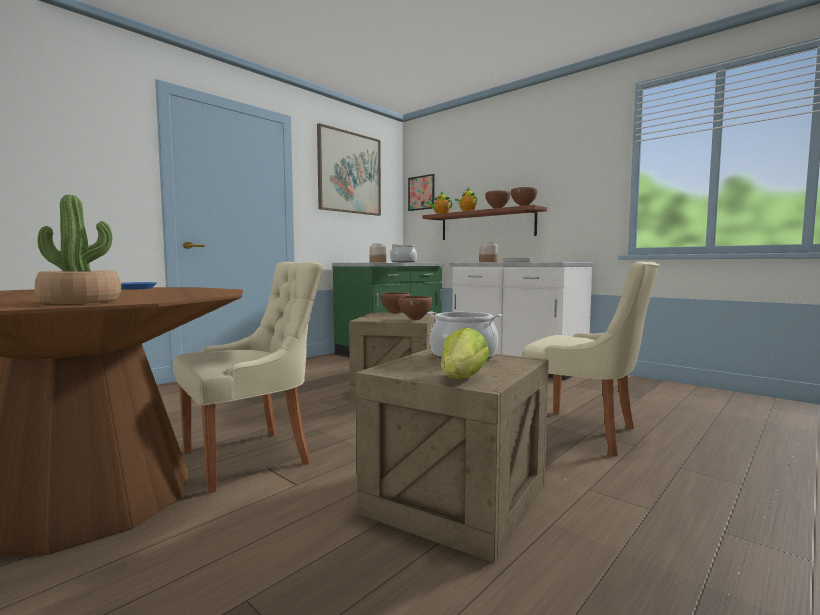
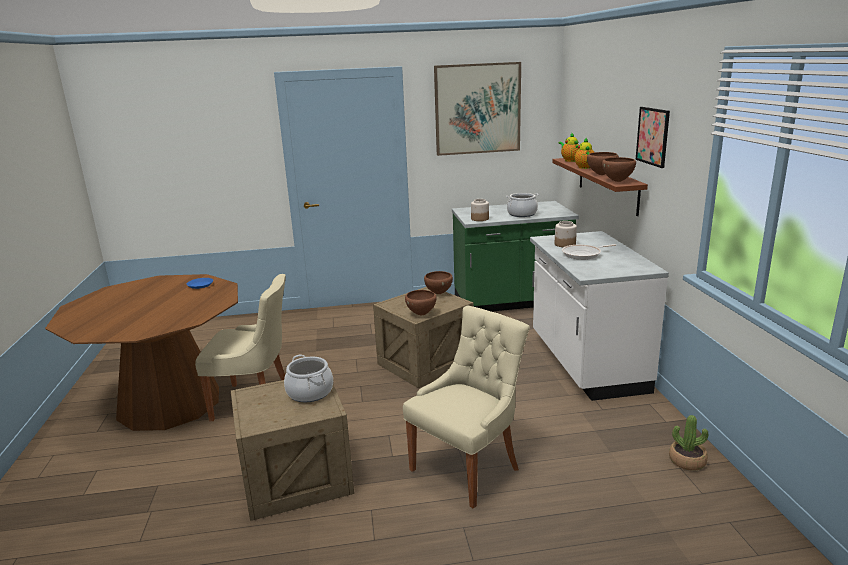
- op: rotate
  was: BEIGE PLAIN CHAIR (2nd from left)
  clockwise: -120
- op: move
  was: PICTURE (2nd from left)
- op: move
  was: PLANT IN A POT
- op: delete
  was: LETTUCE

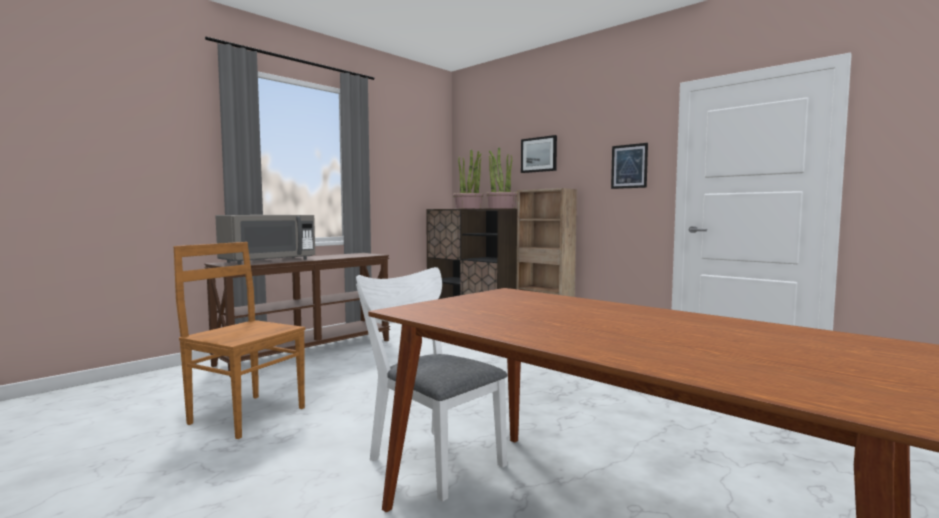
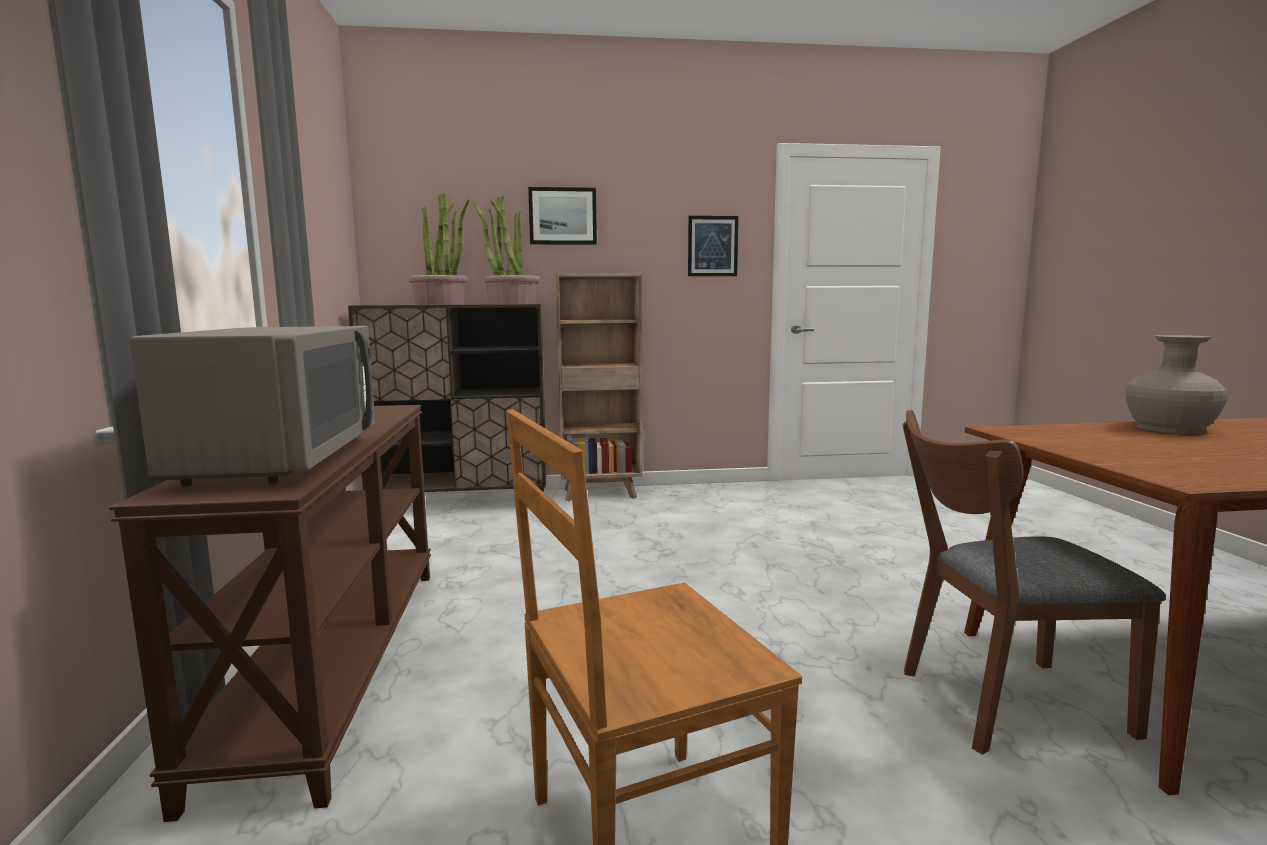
- op: recolor
  was: WHITE-COLOURED PLAIN CHAIR
  now: BROWNISH PLAIN CHAIR (2nd from left)
- op: insert
  now: BEIGE FLOWER VASE

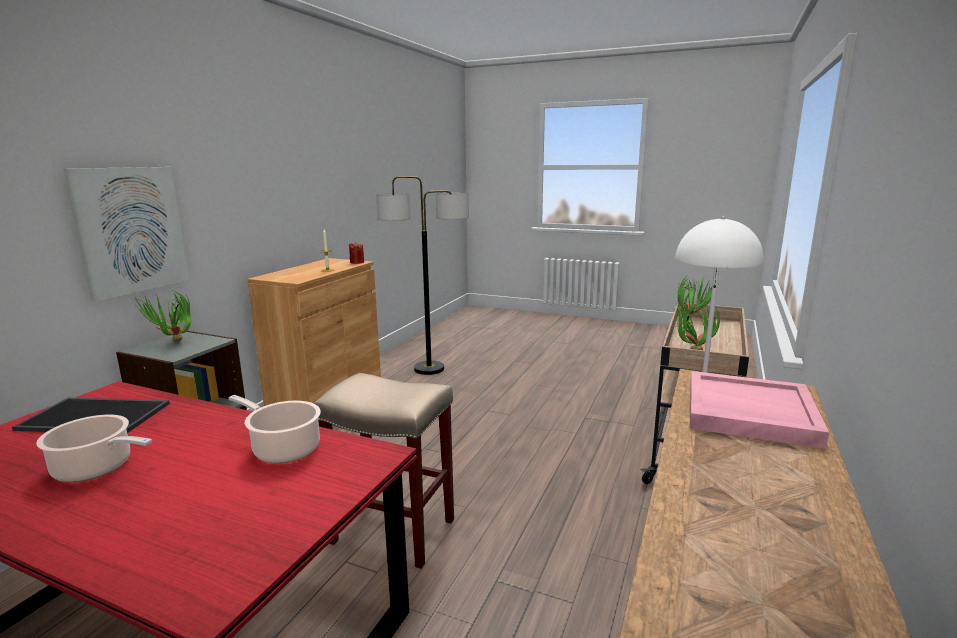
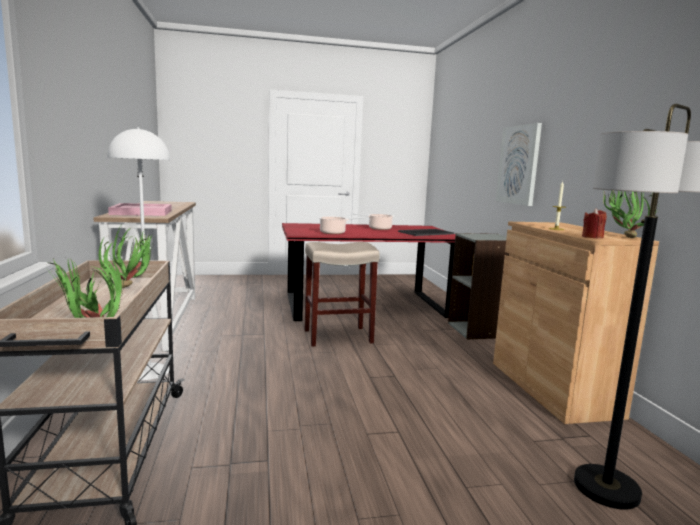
- op: move
  was: PLANT IN A POT (1st from left in the first image)
  now: PLANT IN A POT (3rd from left)

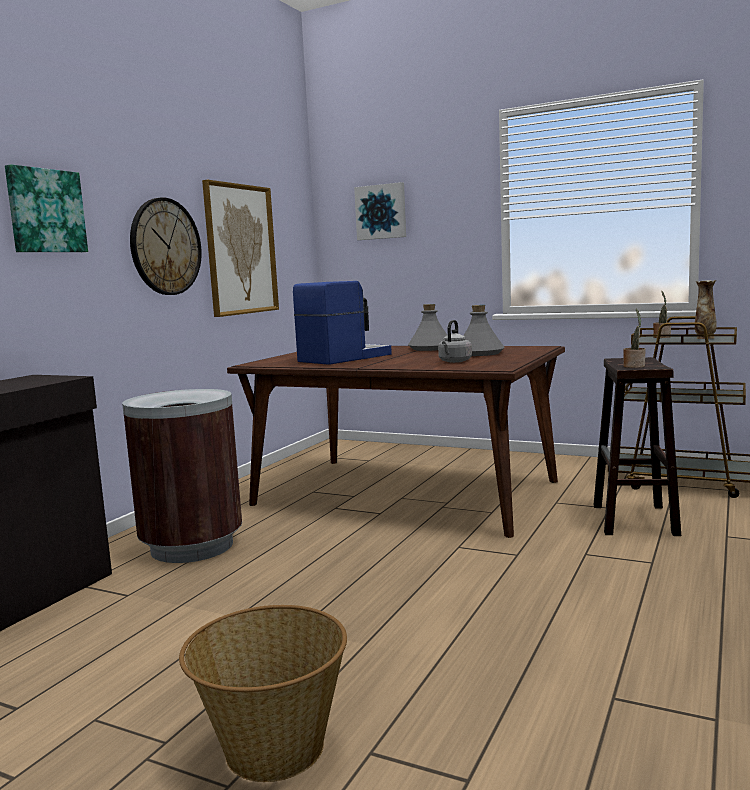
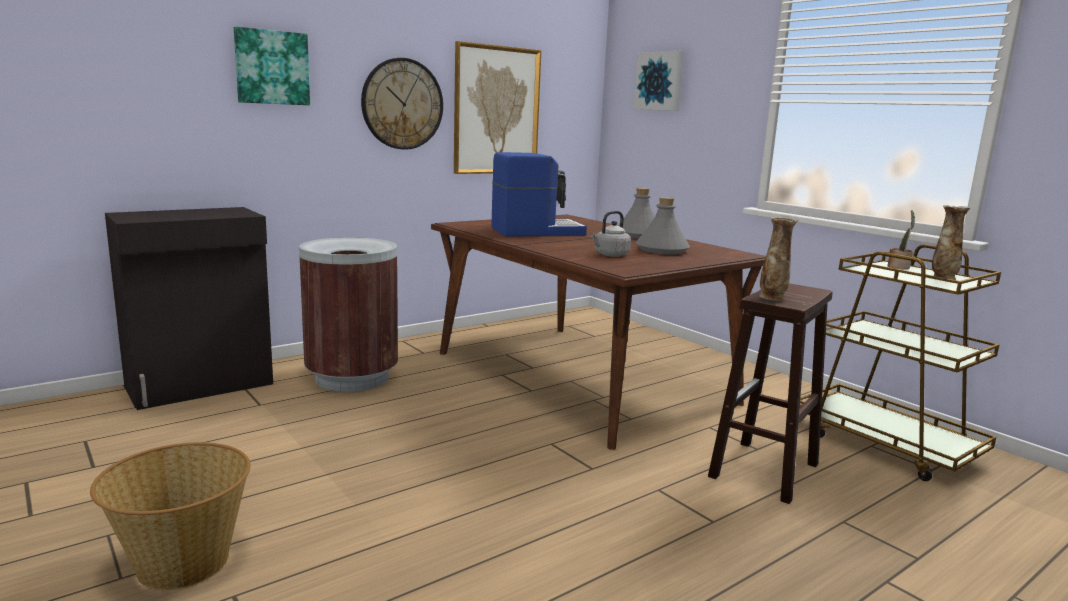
- op: replace
  was: PLANT IN A POT (1st from left)
  now: FLOWER VASE (1st from left)

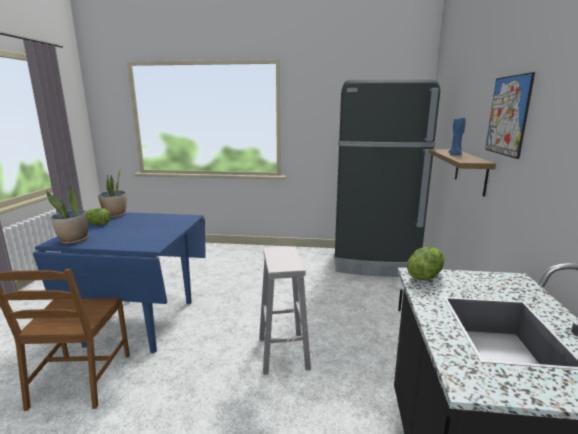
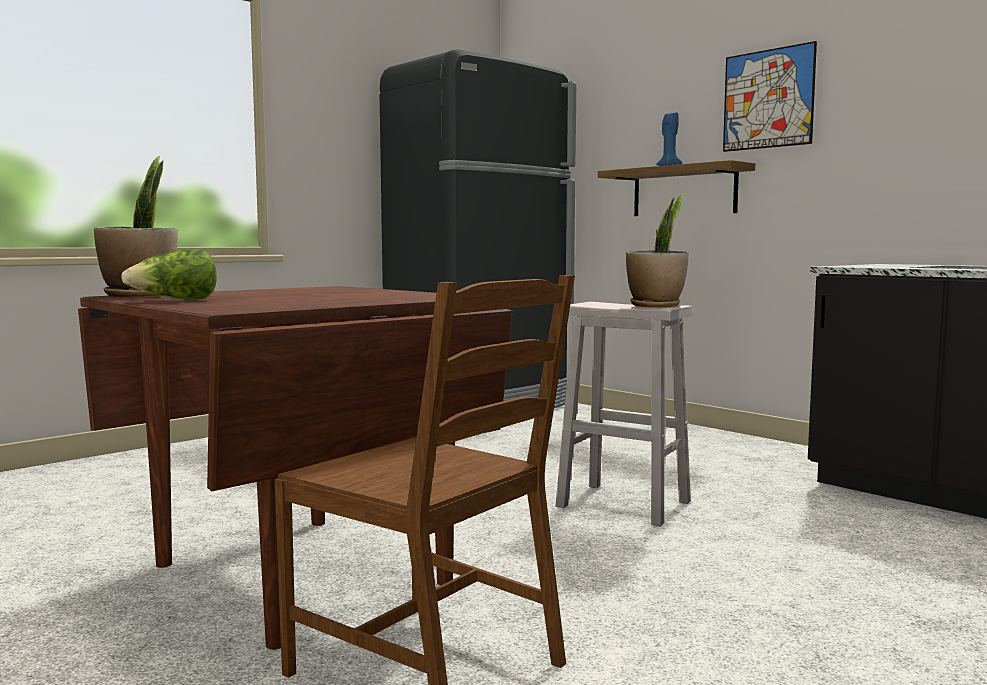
- op: recolor
  was: BLUE-COLOURED KITCHEN TABLE
  now: BROWNISH KITCHEN TABLE
- op: move
  was: PLANT IN A POT (1st from left in the first image)
  now: PLANT IN A POT (2nd from left)
- op: delete
  was: LETTUCE (2nd from left)

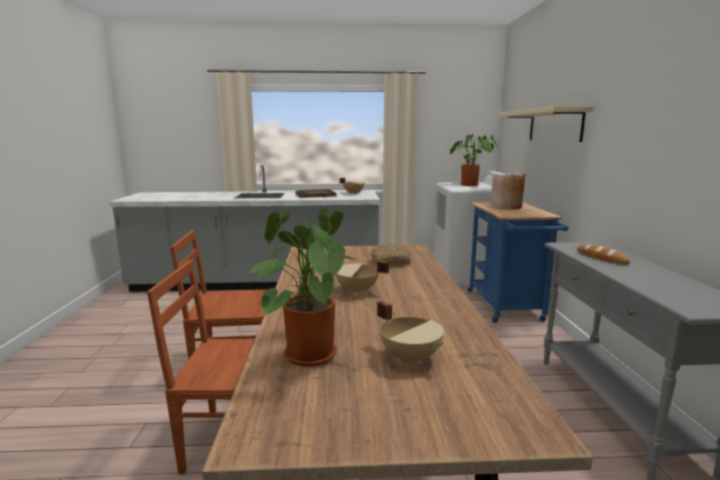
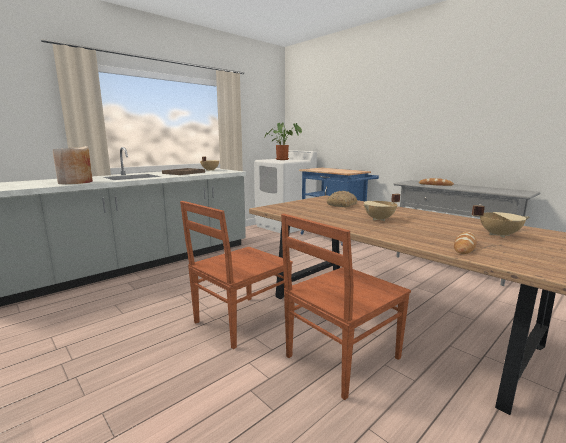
- op: move
  was: BEIGE FLOWER VASE
- op: replace
  was: PLANT IN A POT (1st from left)
  now: BREAD (3rd from left)
- op: delete
  was: BEIGE BRACKET SHELF

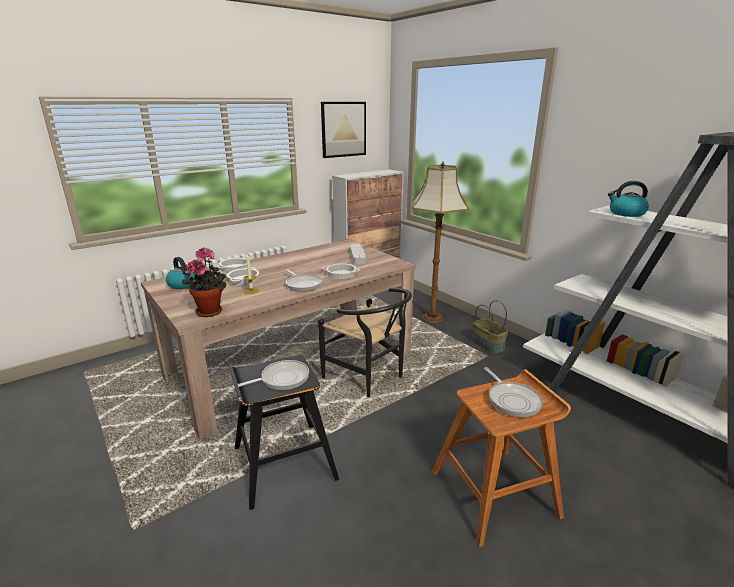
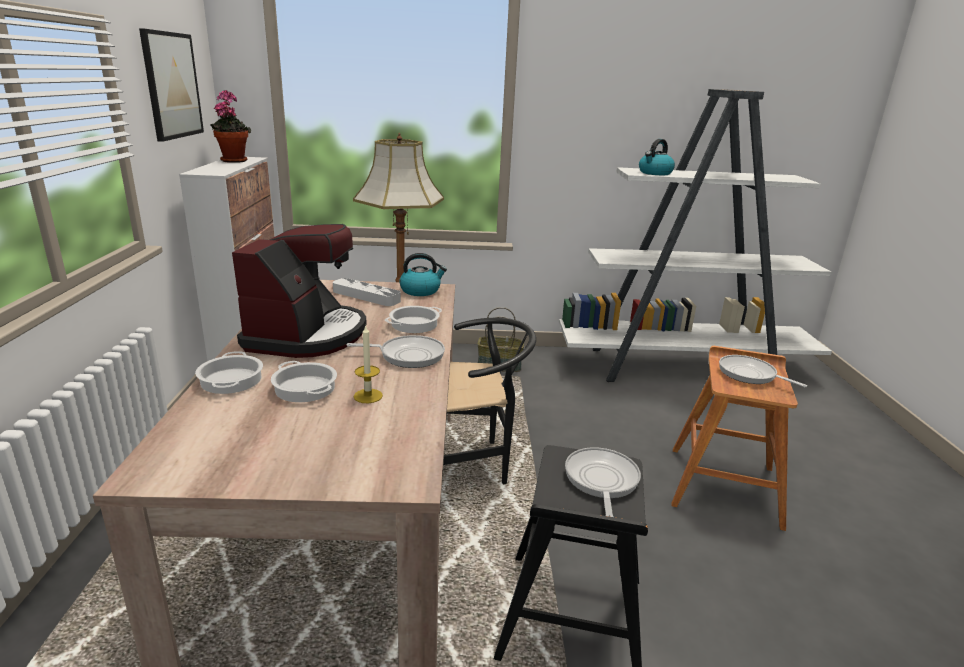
- op: move
  was: PLANT IN A POT
- op: insert
  now: COFFEE MAKER
- op: move
  was: WATER KETTLE (1st from left)
- op: rotate
  was: FRYING PAN (3rd from left)
  clockwise: -150

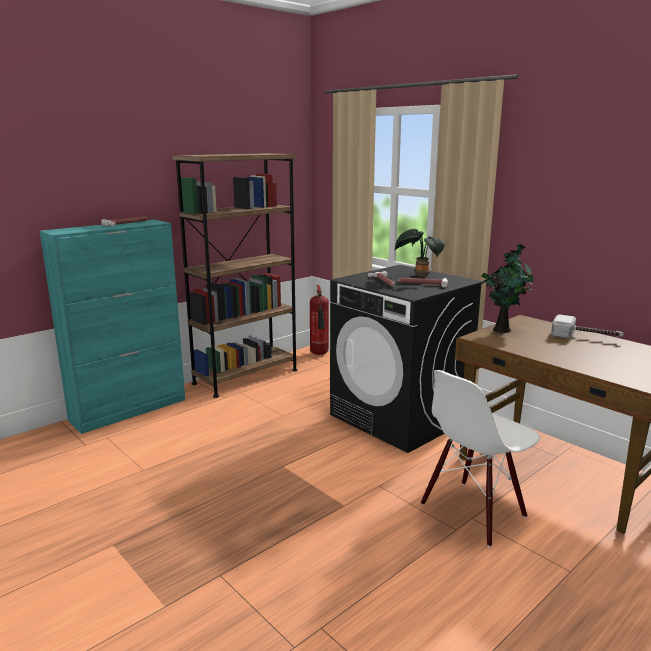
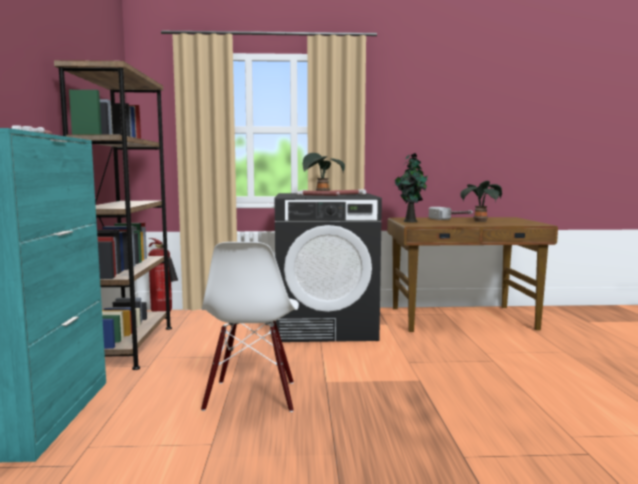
- op: move
  was: WHITE-COLOURED PLAIN CHAIR
- op: insert
  now: PLANT IN A POT (3rd from left)

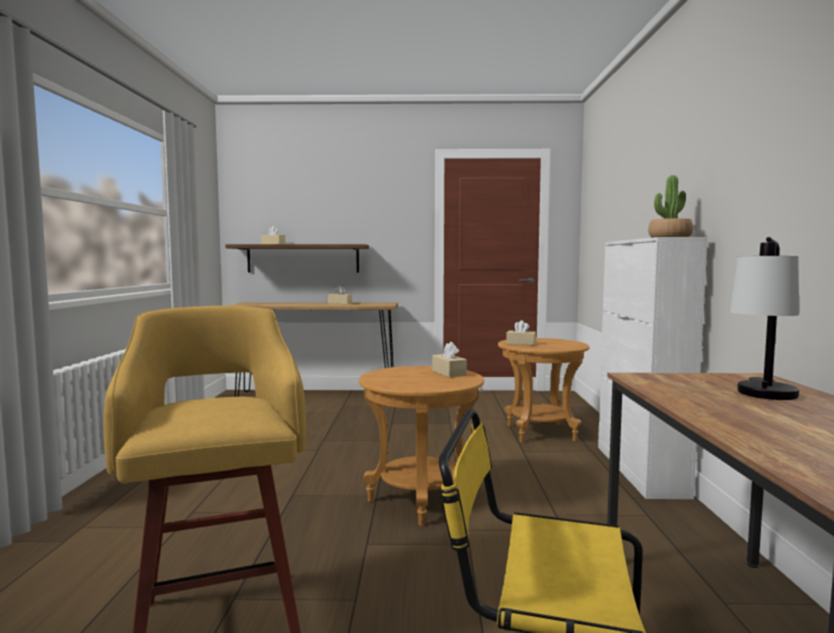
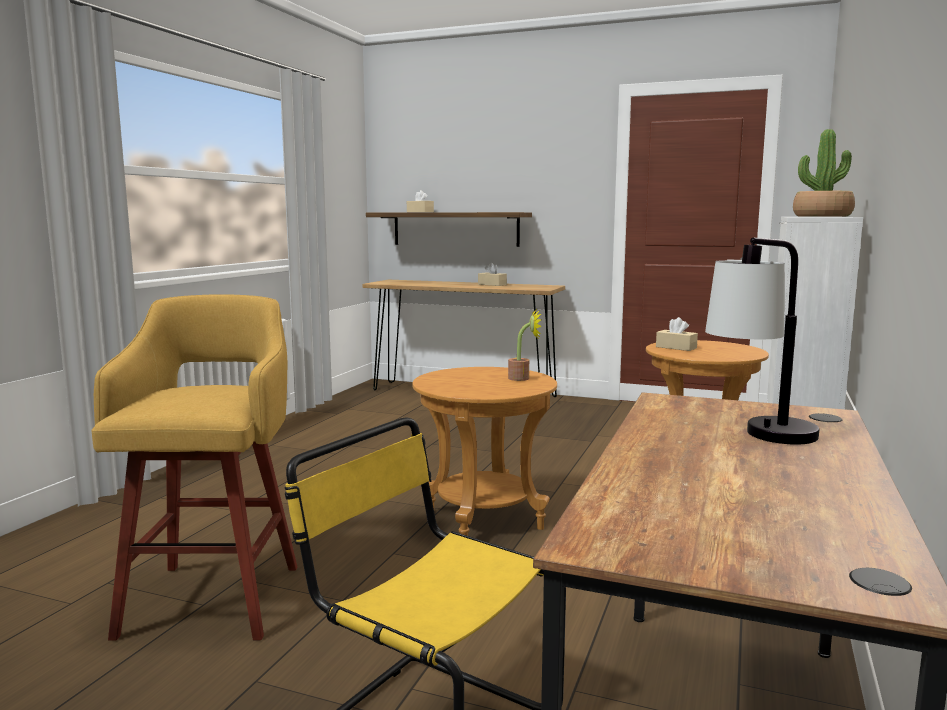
- op: replace
  was: BEIGE TISSUE HOLDER (3rd from left)
  now: PLANT IN A POT (1st from left)

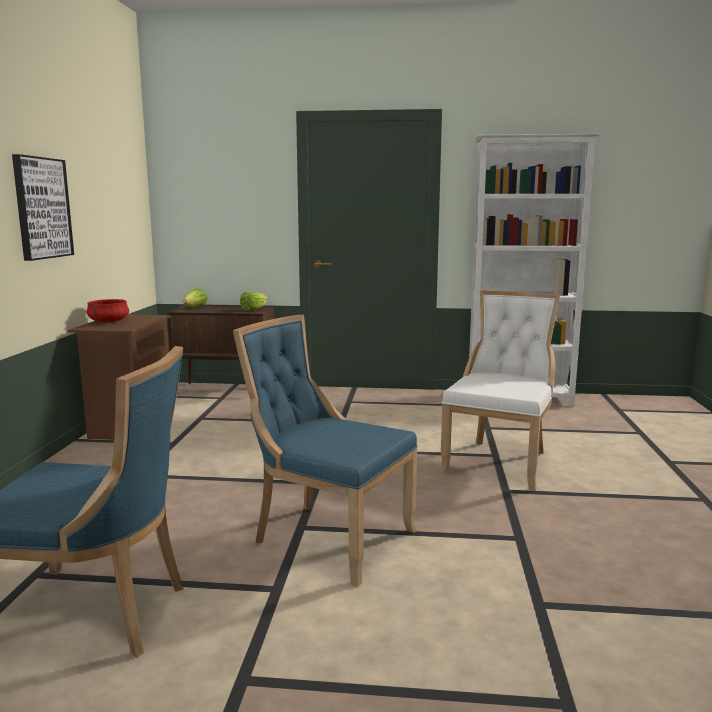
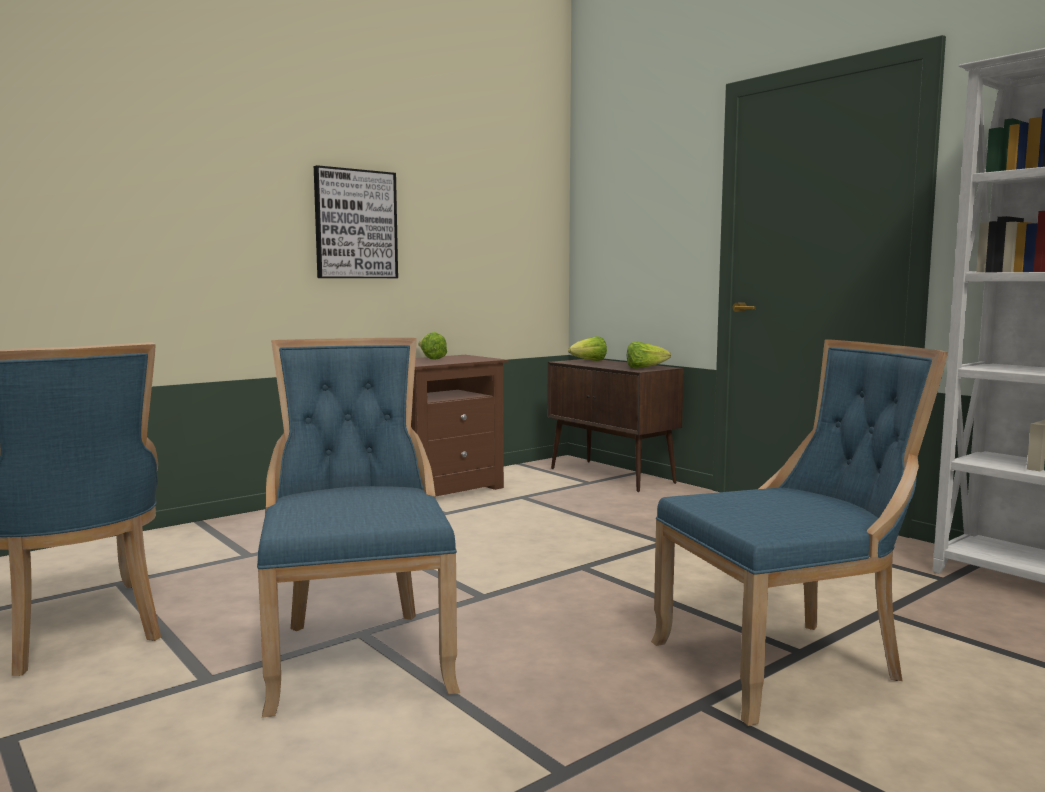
- op: replace
  was: REDDISH STOCKPOT
  now: LETTUCE (1st from left)
- op: recolor
  was: WHITE-COLOURED PLAIN CHAIR
  now: BLUE-COLOURED PLAIN CHAIR (3rd from left)

